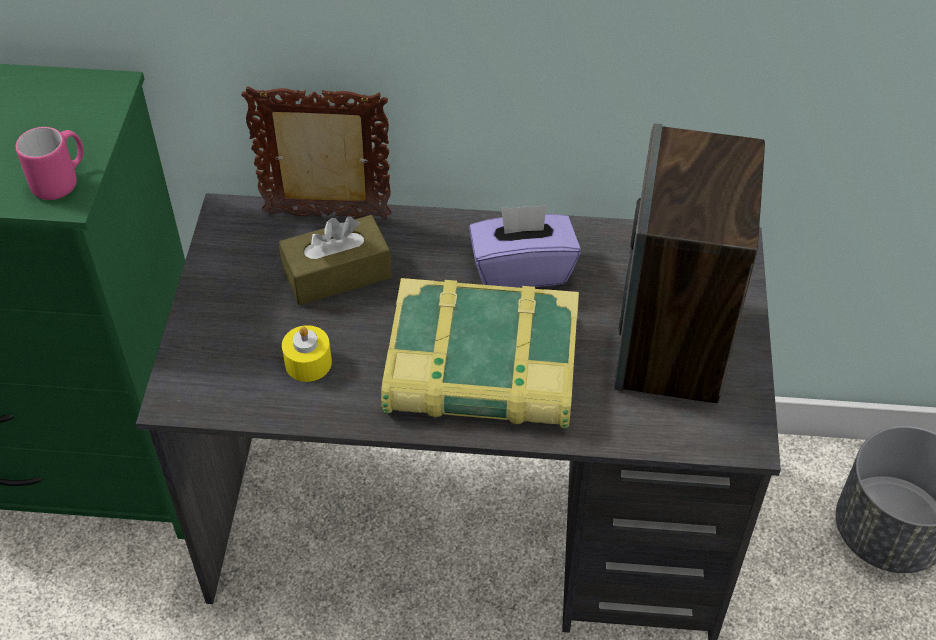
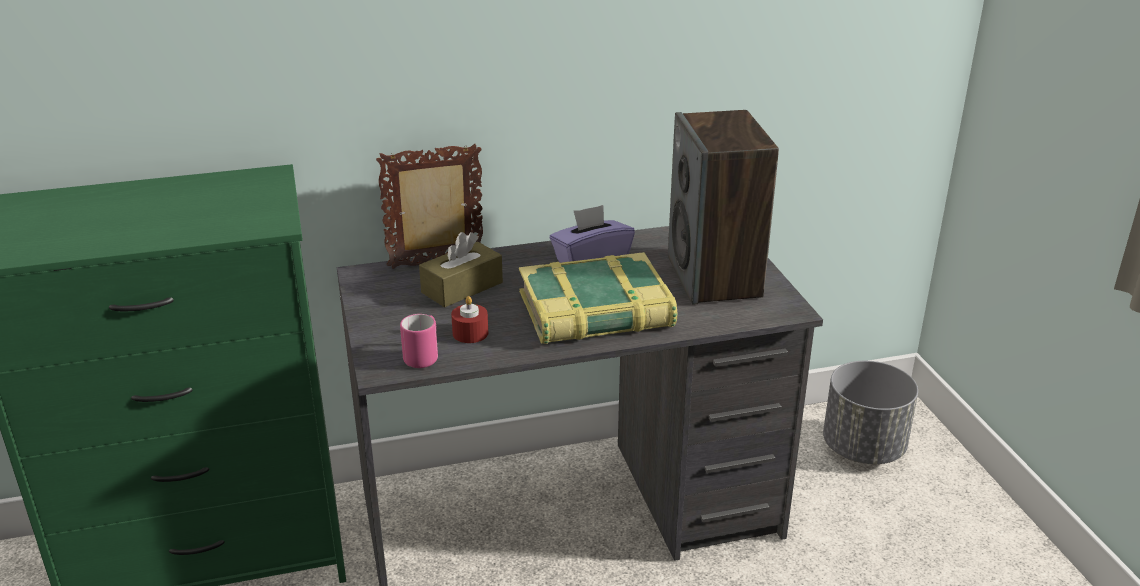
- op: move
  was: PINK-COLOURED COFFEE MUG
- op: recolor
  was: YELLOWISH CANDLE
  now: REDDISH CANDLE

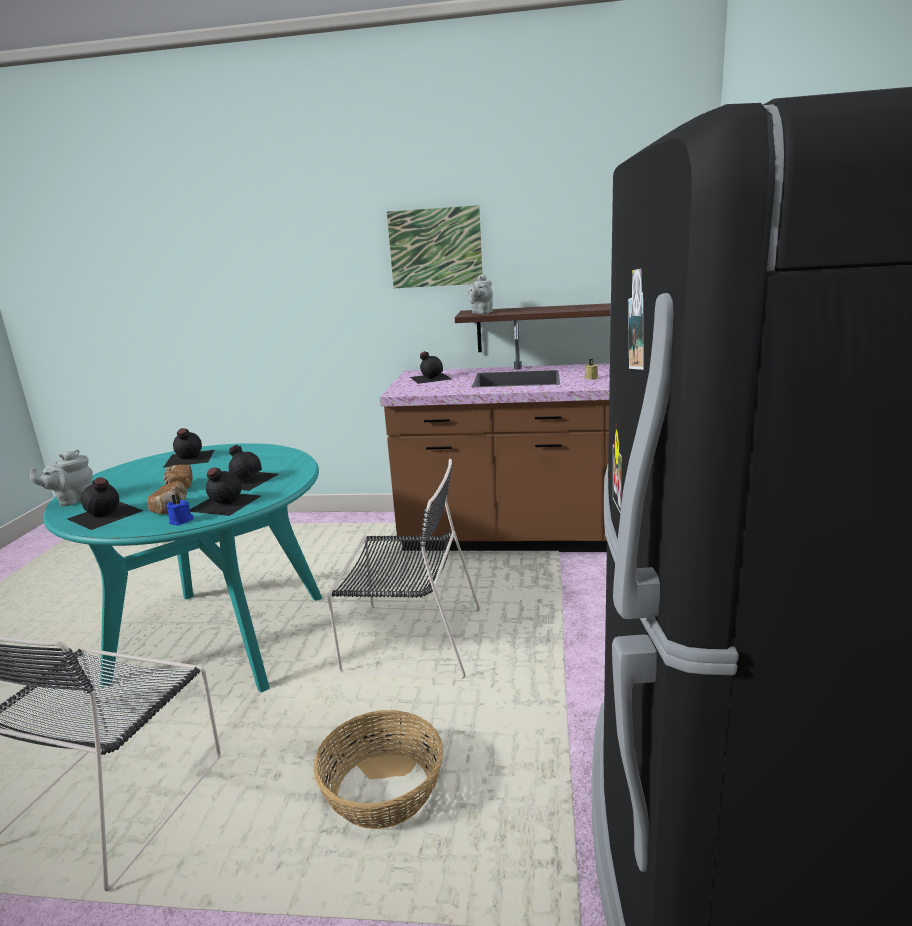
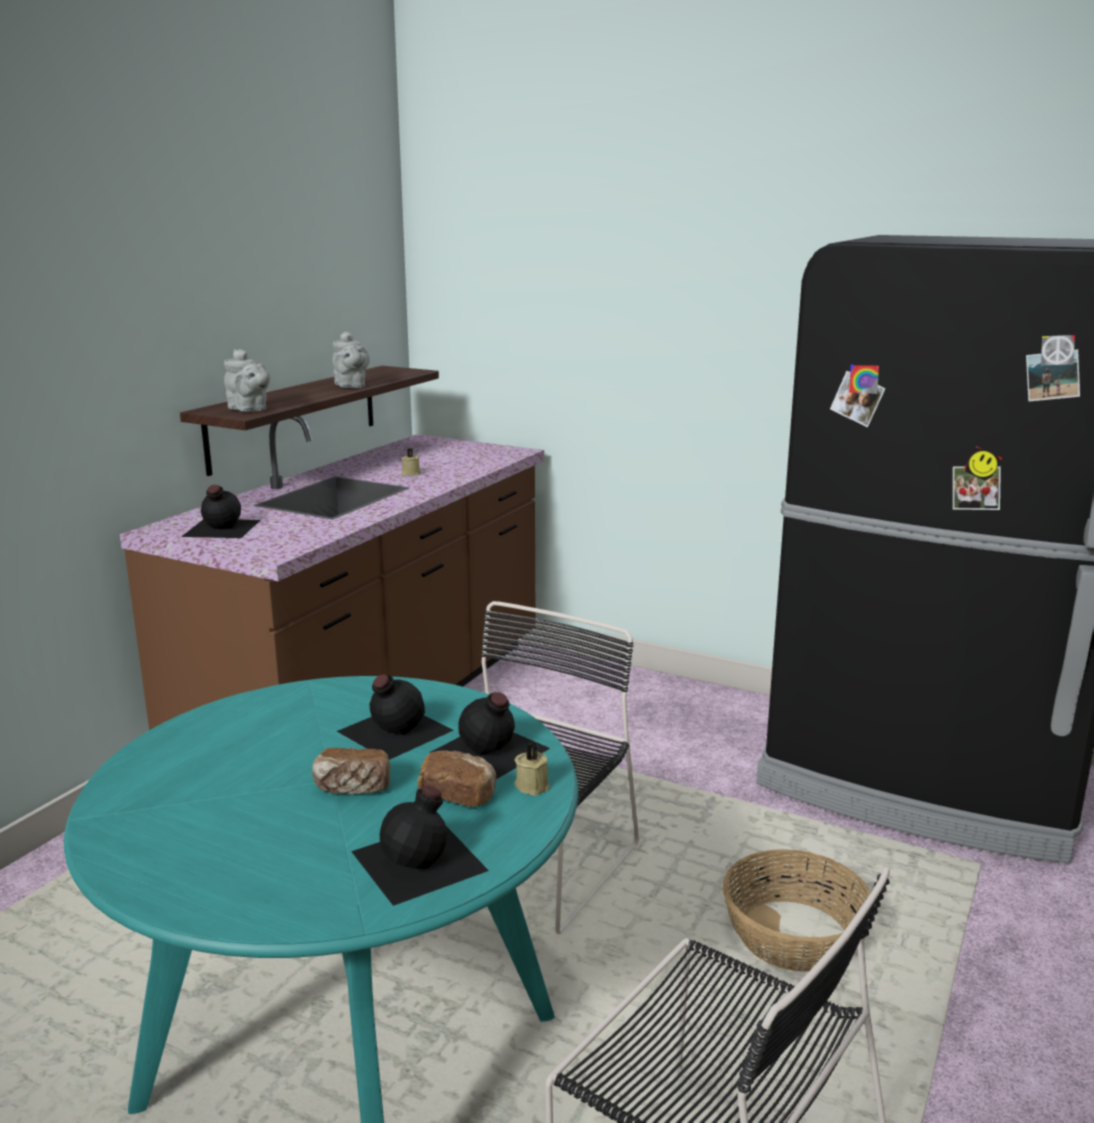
- op: move
  was: GREYISH TEAPOT (1st from left in the first image)
  now: GREYISH TEAPOT (2nd from left)
- op: recolor
  was: BLUE-COLOURED CANDLE
  now: BEIGE CANDLE (2nd from left)
- op: delete
  was: BLACKISH DRINK BOTTLE (2nd from left)
- op: delete
  was: PICTURE

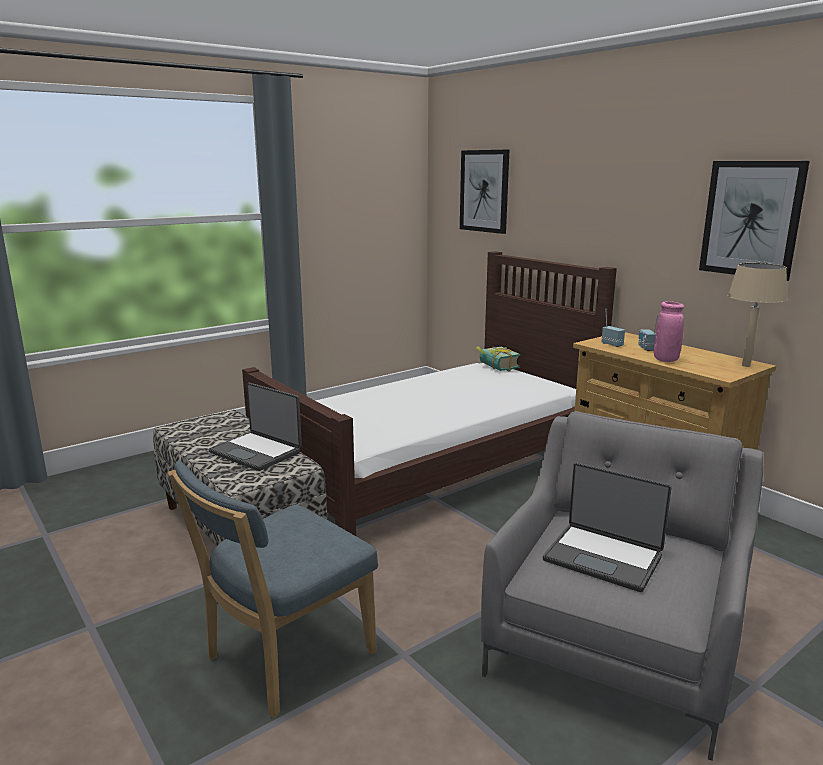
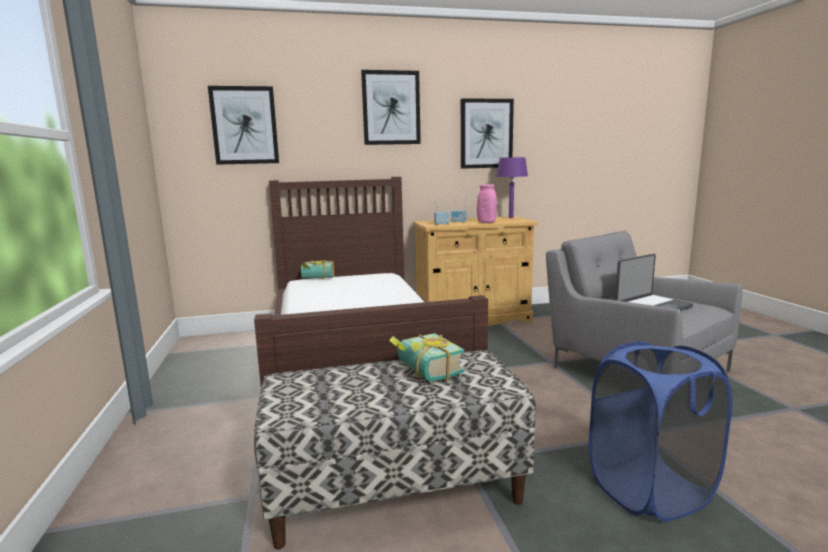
- op: insert
  now: PICTURE (2nd from left)
- op: replace
  was: PORTABLE COMPUTER (1st from left)
  now: VOLUME (2nd from left)
- op: recolor
  was: BEIGE TABLE LAMP
  now: PURPLE TABLE LAMP
- op: replace
  was: BLUE-COLOURED PLAIN CHAIR
  now: BLUE-COLOURED LAUNDRY BASKET

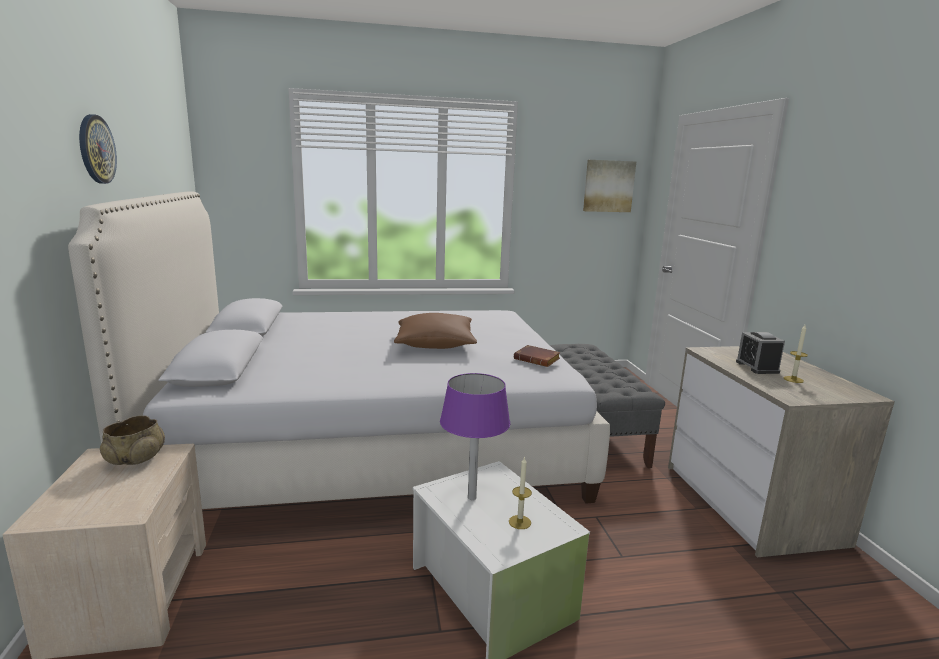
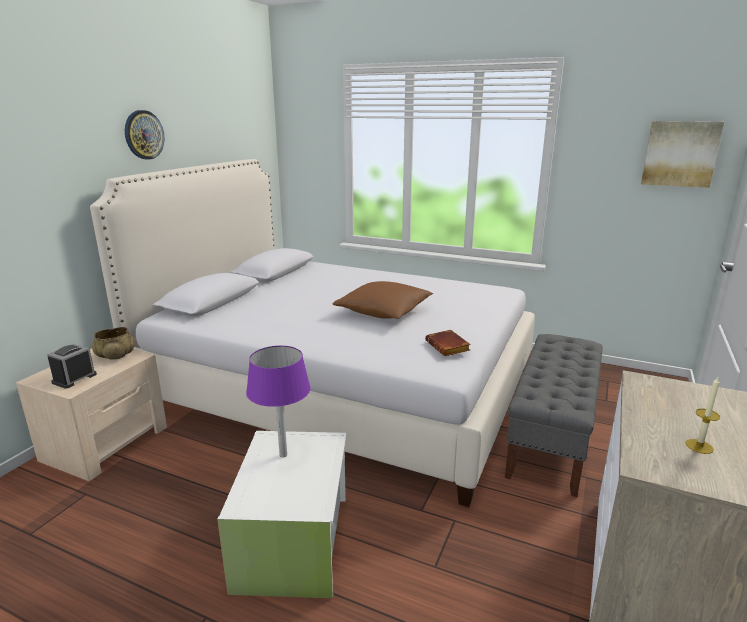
- op: move
  was: ALARM CLOCK
- op: delete
  was: CANDLE (1st from left)

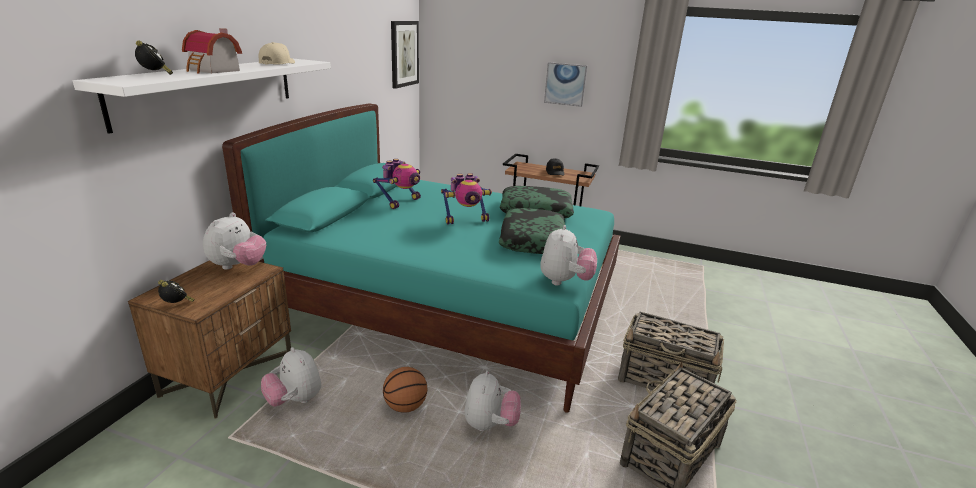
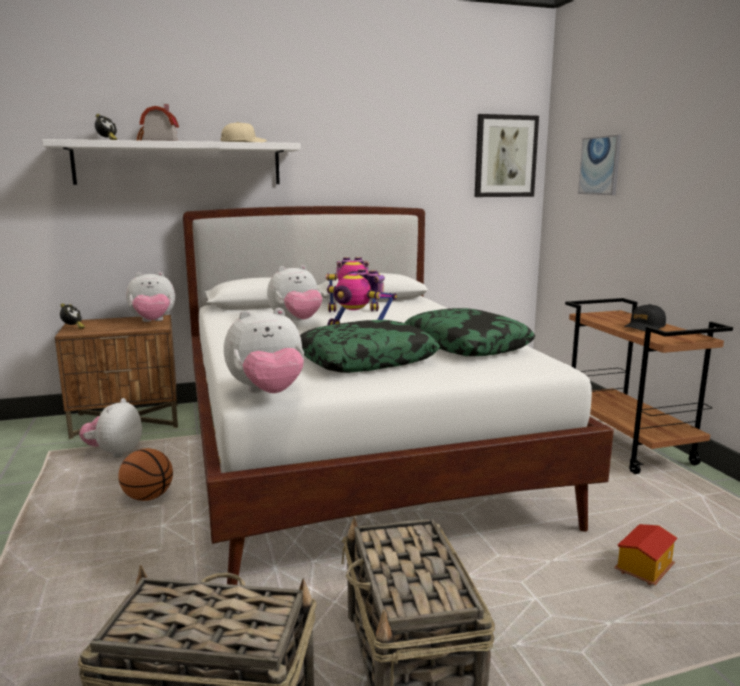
- op: recolor
  was: BLUE-GREEN SLEEPING BED
  now: WHITE-COLOURED SLEEPING BED
- op: move
  was: CUDDLY TOY (3rd from left in the first image)
  now: CUDDLY TOY (4th from left)
- op: move
  was: PICTURE (2nd from left)
- op: insert
  now: TOY HOUSE (2nd from left)

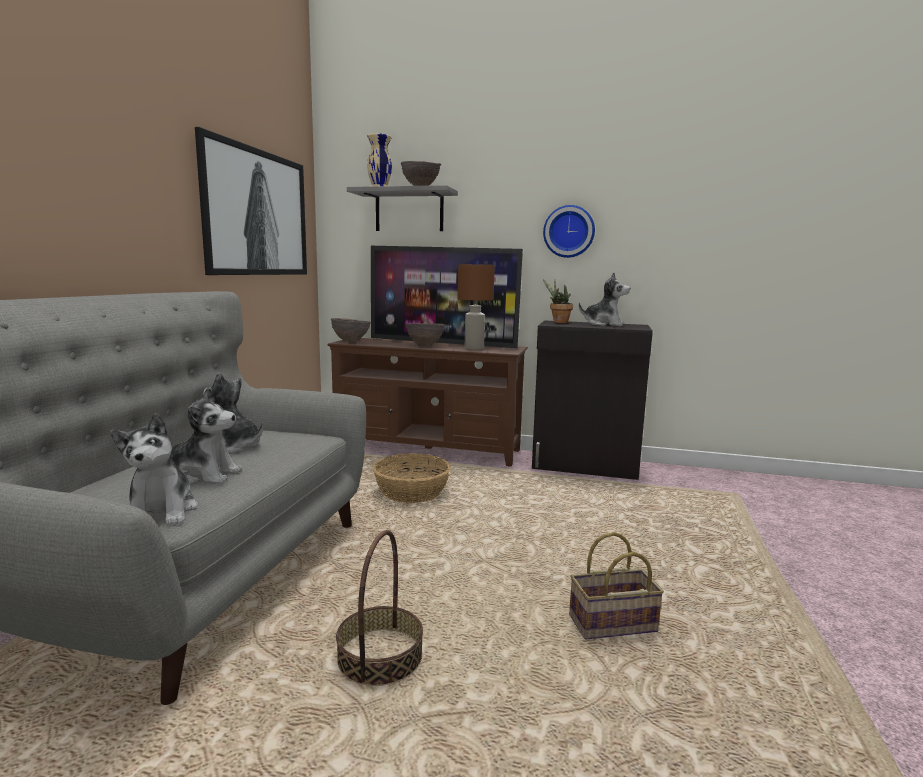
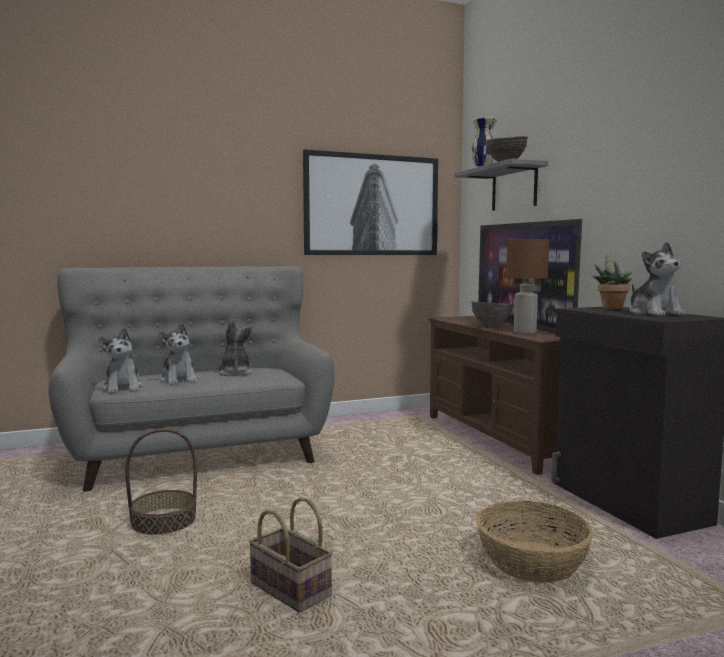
- op: rotate
  was: CUDDLY TOY (1st from left)
  clockwise: -60
- op: move
  was: BASKET (2nd from left in the first image)
  now: BASKET (3rd from left)
- op: delete
  was: BROWNISH BOWL (1st from left)
- op: delete
  was: WALL CLOCK

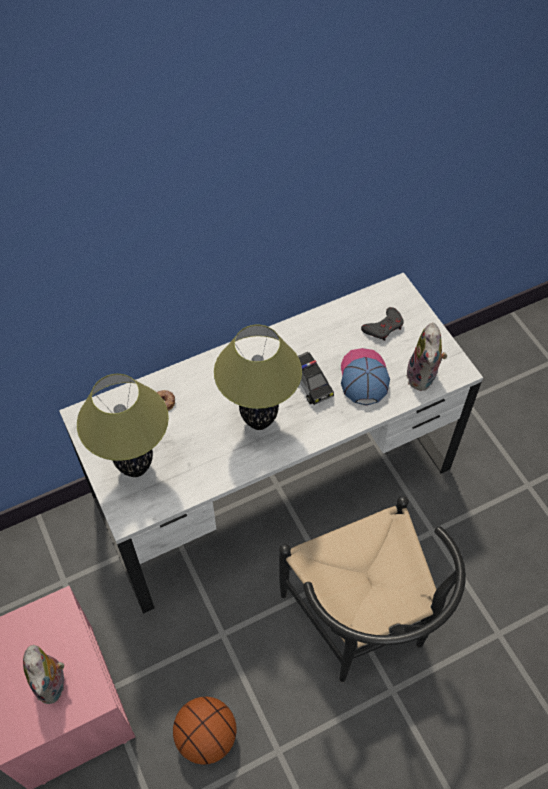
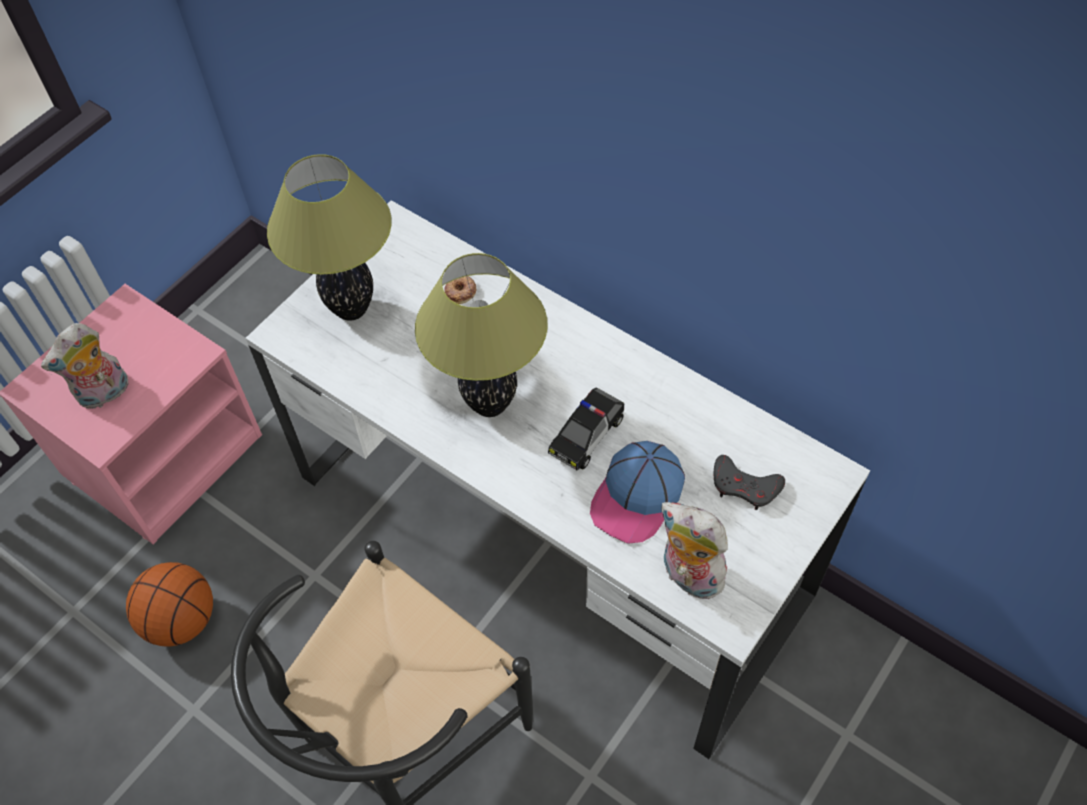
- op: rotate
  was: PEAKED CAP
  clockwise: 150
- op: rotate
  was: CUDDLY TOY (2nd from left)
  clockwise: 60

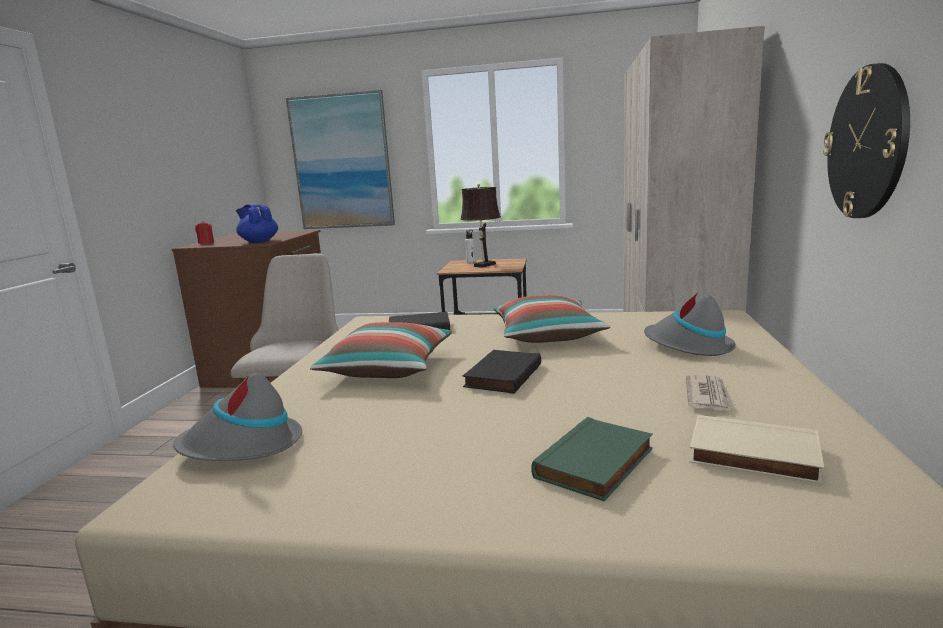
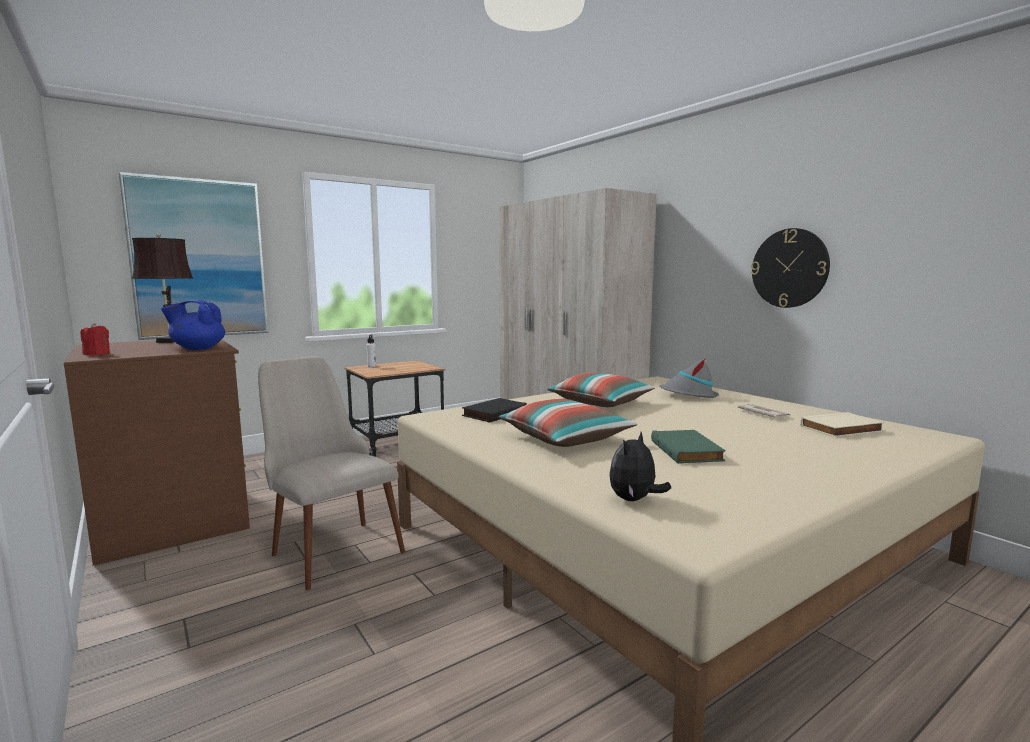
- op: move
  was: BROWNISH TABLE LAMP
- op: replace
  was: GREYISH CLOTHING HAT (1st from left)
  now: CUDDLY TOY
- op: move
  was: GREEN VOLUME
- op: delete
  was: BLACKISH VOLUME (2nd from left)

